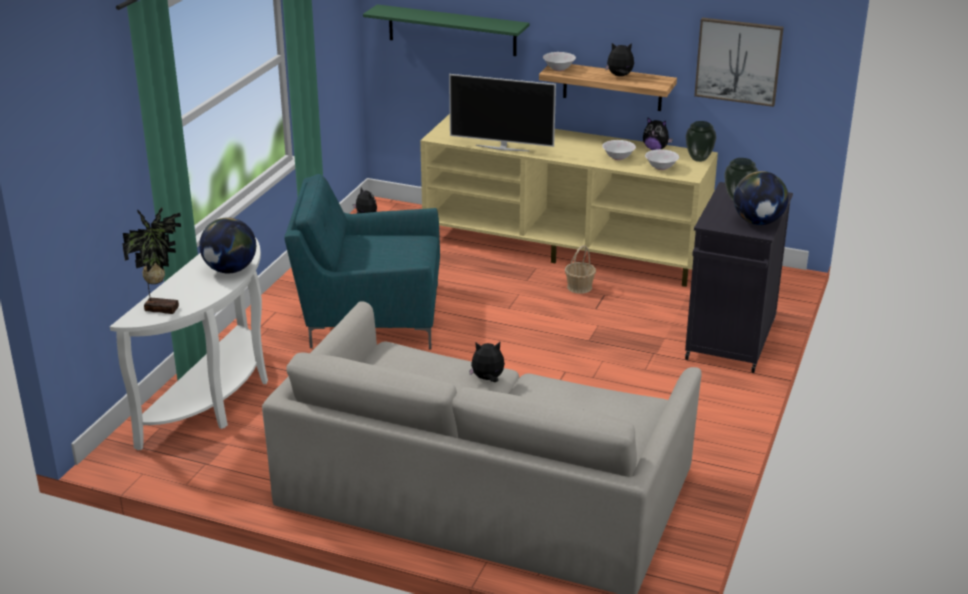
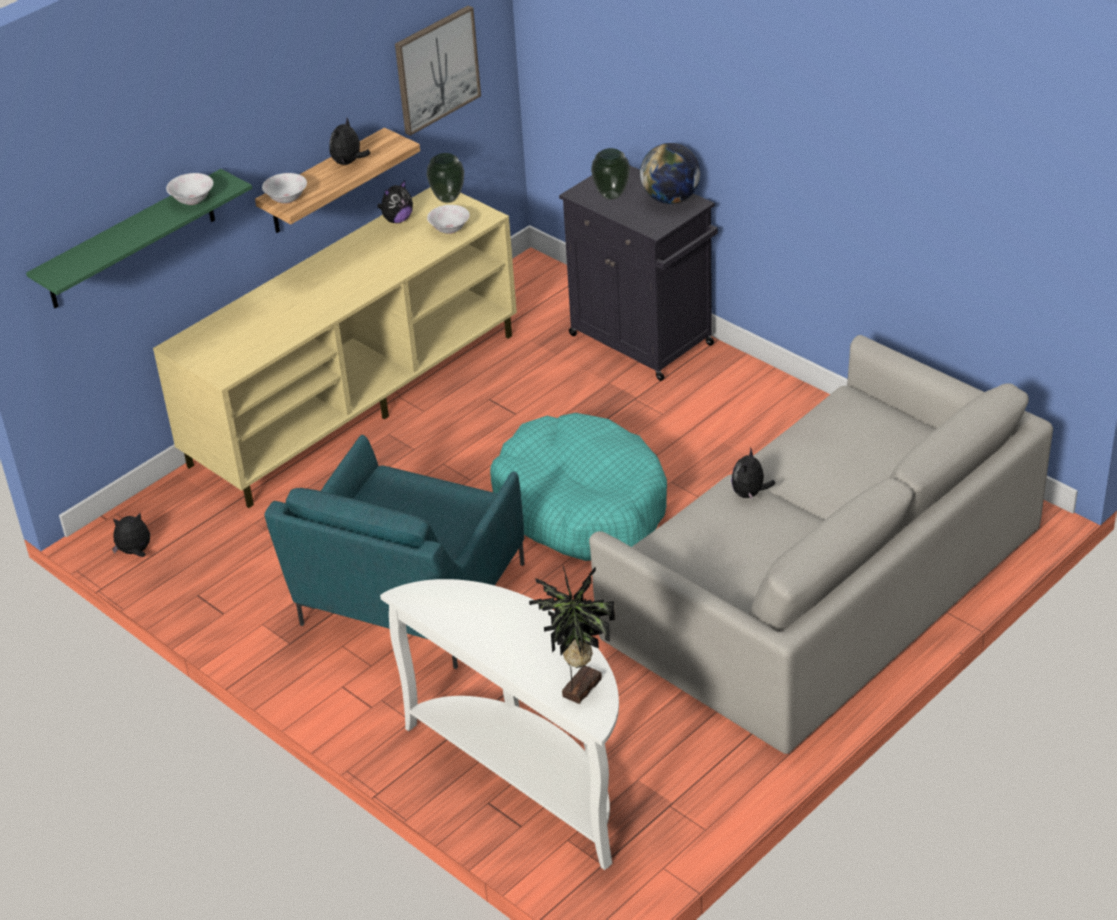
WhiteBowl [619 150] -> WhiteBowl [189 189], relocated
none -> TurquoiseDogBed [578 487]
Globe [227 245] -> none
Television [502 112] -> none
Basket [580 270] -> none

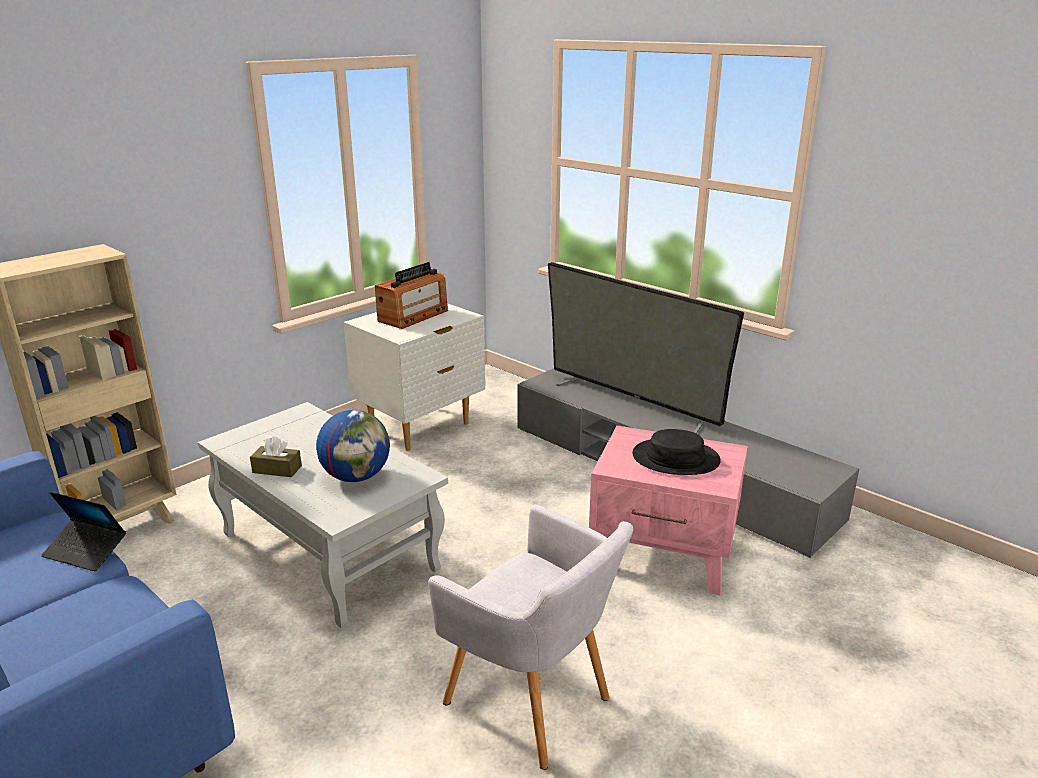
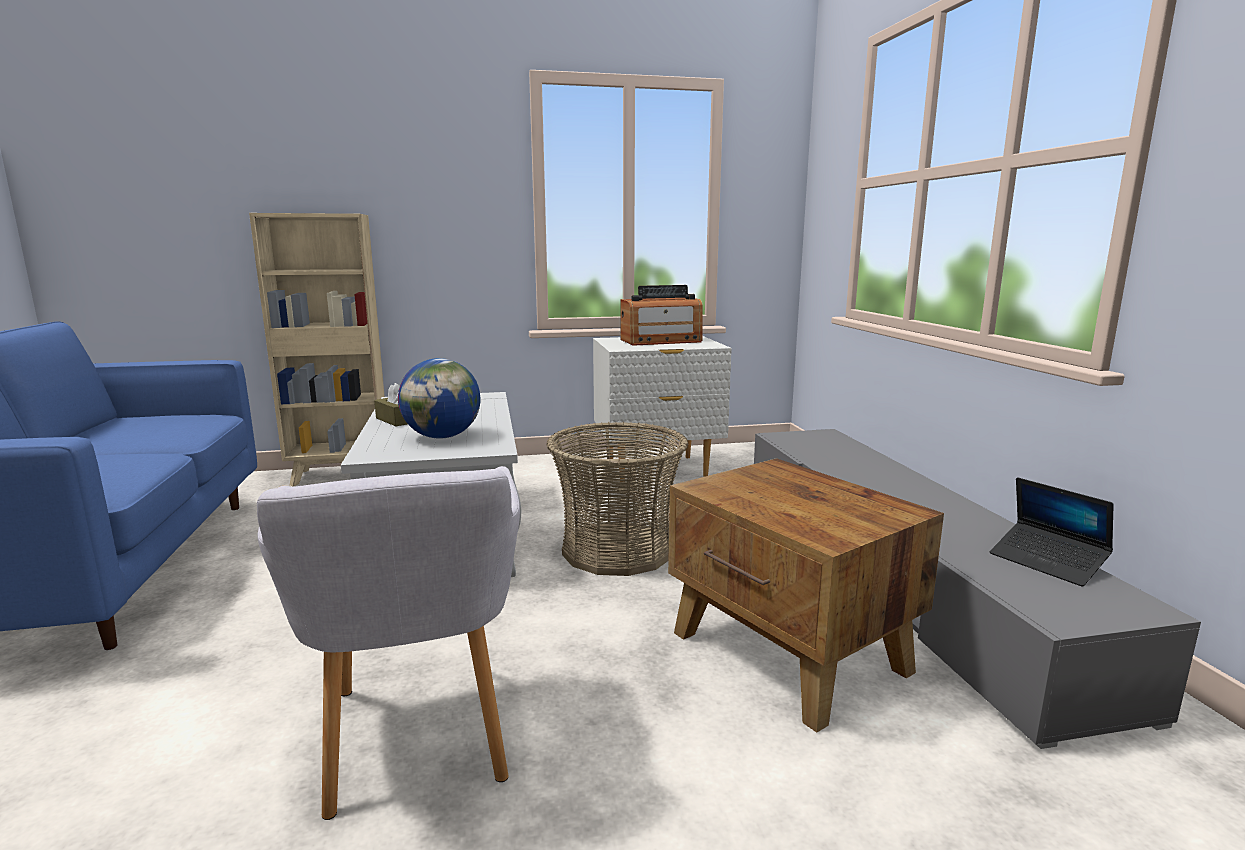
none -> Basket [617 499]
PinkSideTable [668 510] -> BrownSideTable [806 595]
Laptop [83 531] -> Laptop [1052 532], relocated
Television [646 348] -> none
BlackHat [676 452] -> none

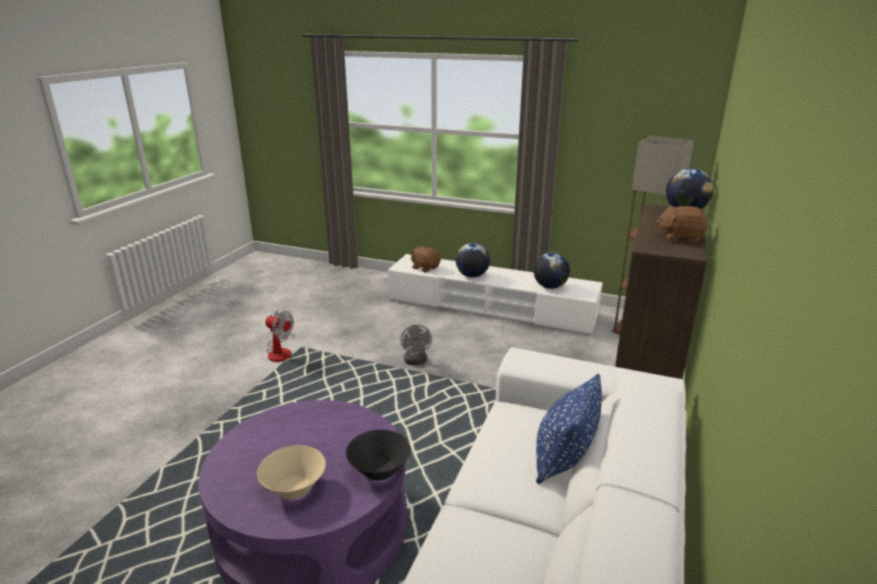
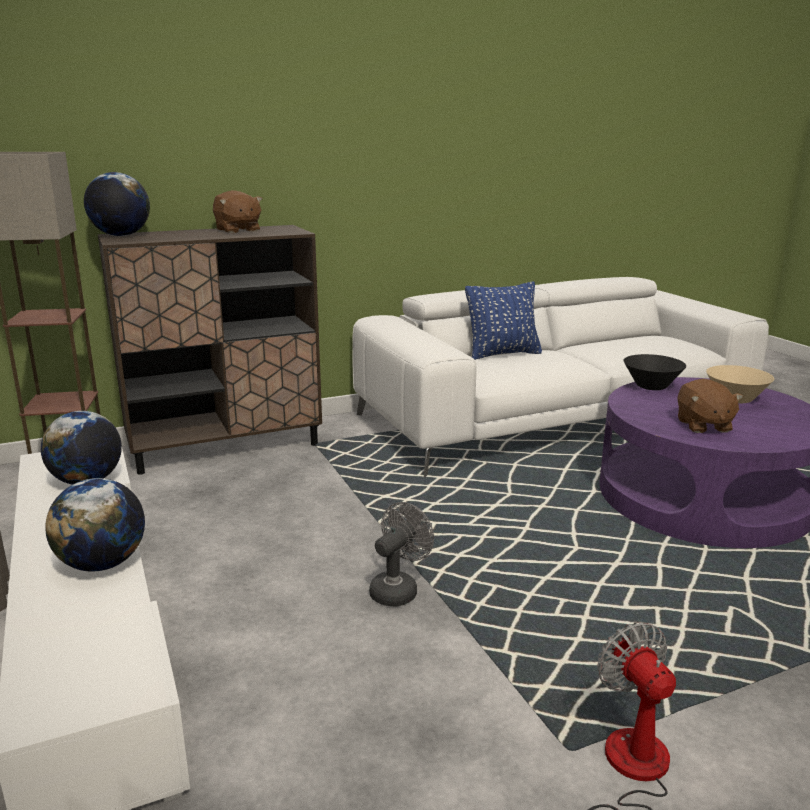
BrownPlushToy [426 259] -> BrownPlushToy [710 406], relocated

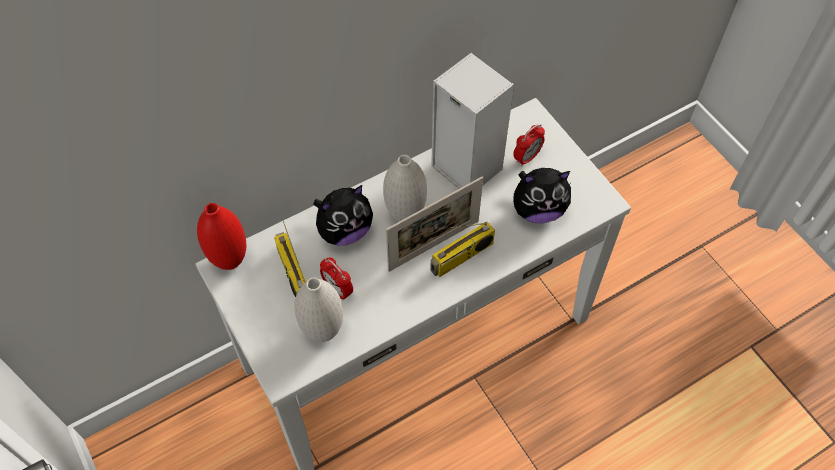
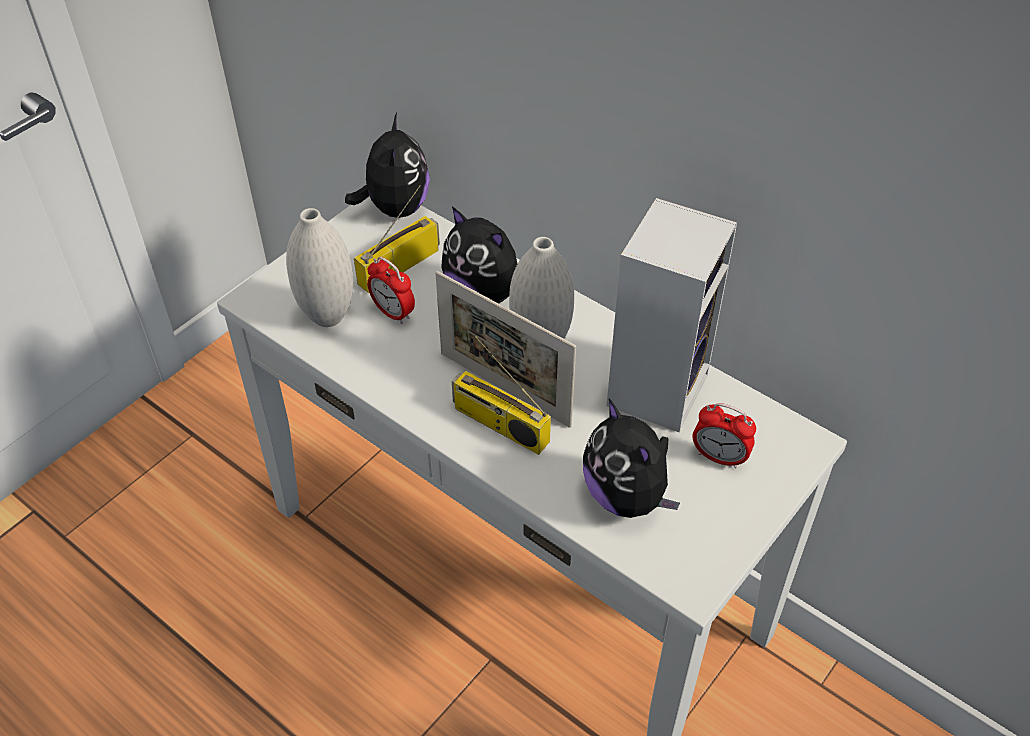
RedVase [221 236] -> PlushToy [387 165]
AlarmClock [336 279] -> AlarmClock [391 290], 75 degrees counterclockwise

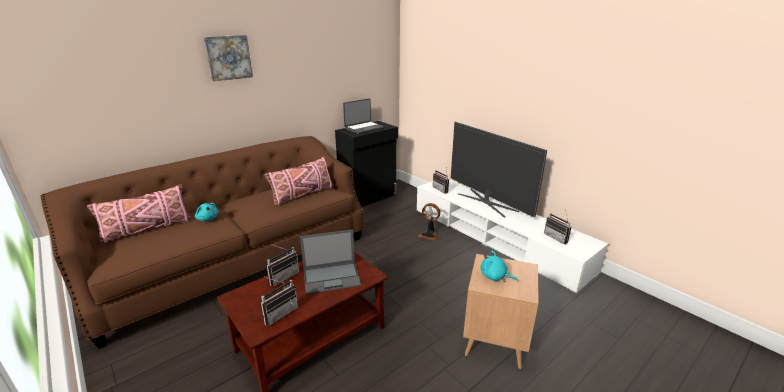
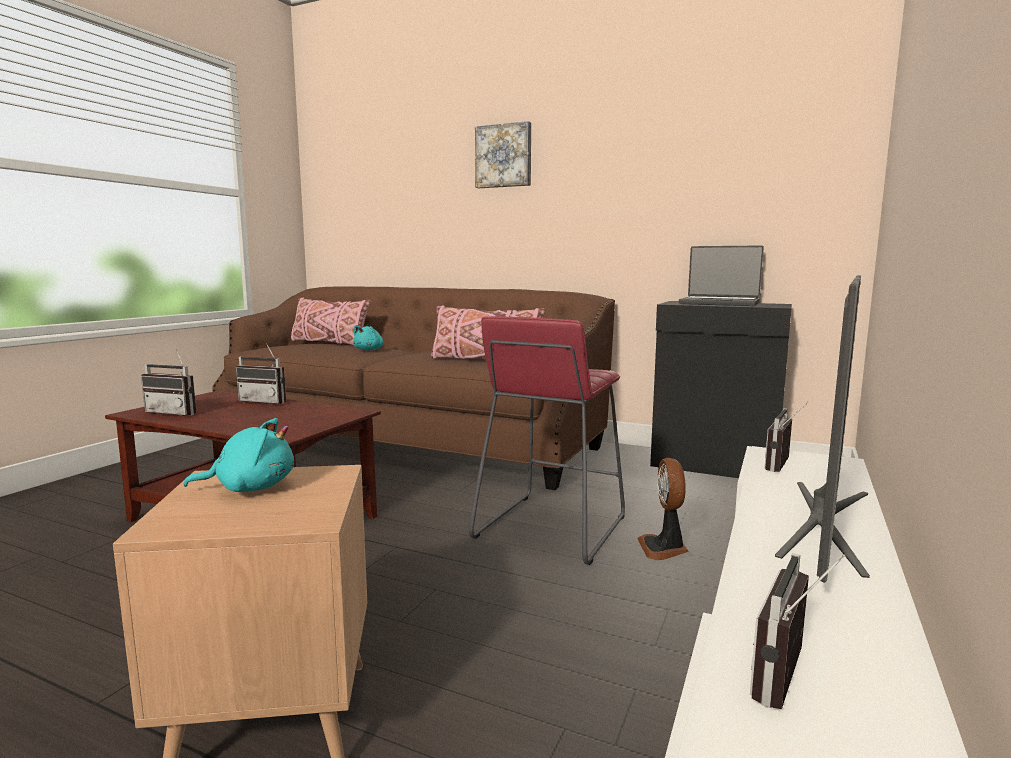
TurquoisePlushToy [499 266] -> TurquoisePlushToy [239 455], 75 degrees clockwise
none -> RedStool [547 440]
Laptop [330 262] -> none

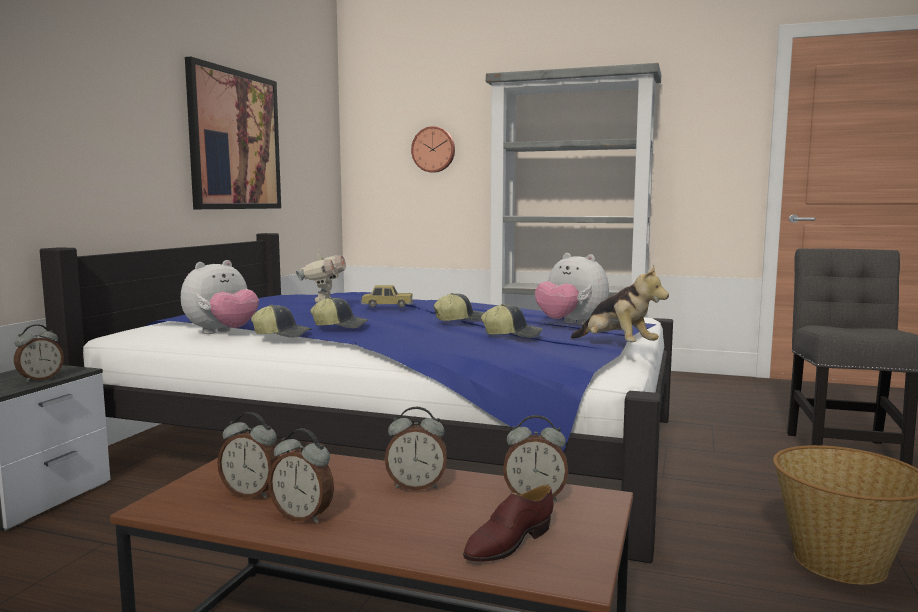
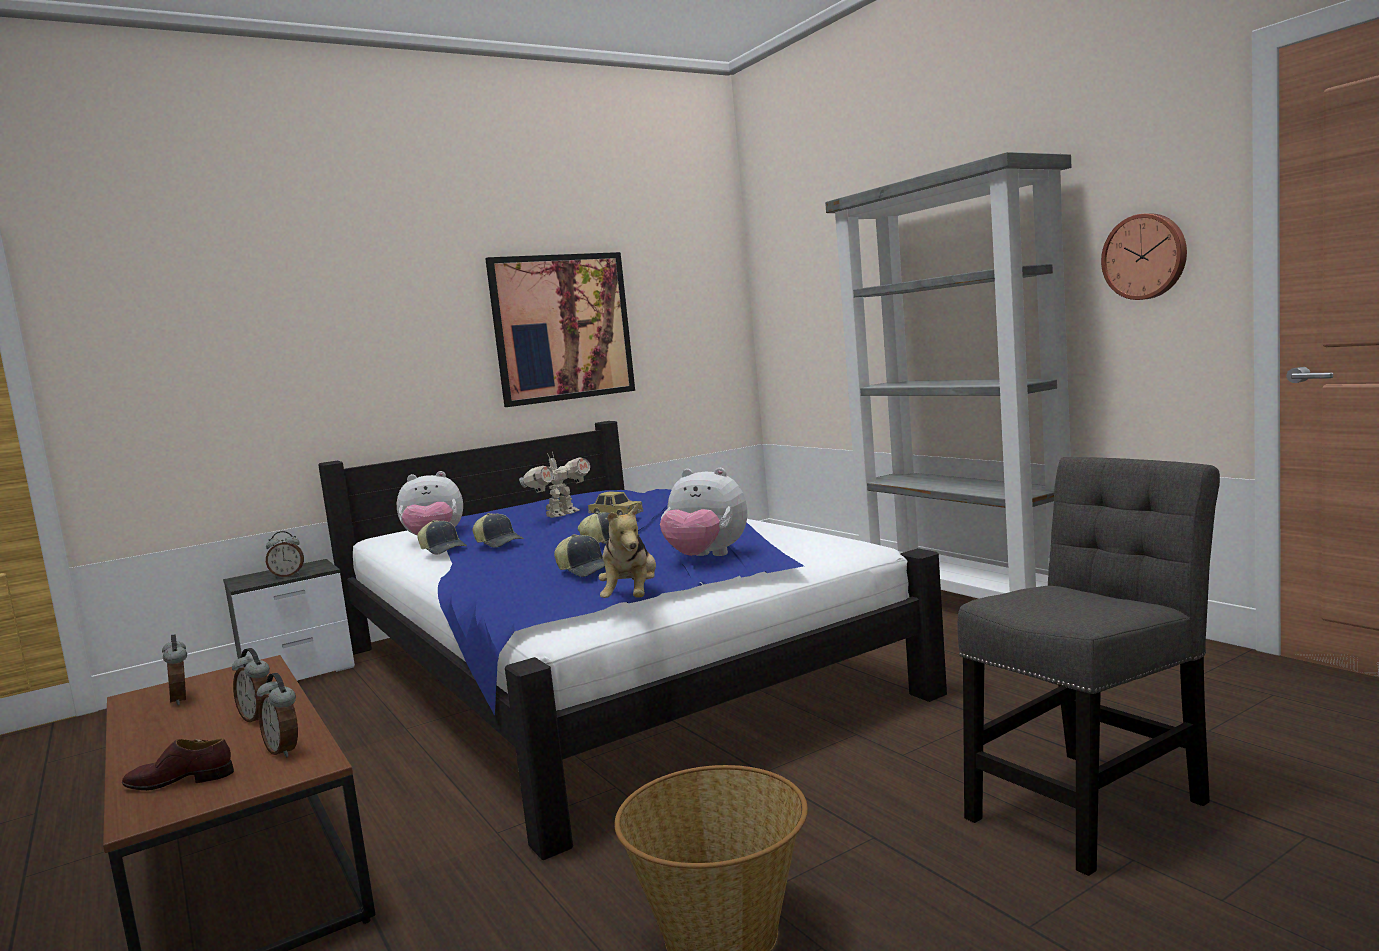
PlushToy [572 289] -> PlushToy [703 512], 60 degrees counterclockwise
WallClock [433 149] -> WallClock [1144 256], relocated
AlarmClock [301 476] -> none

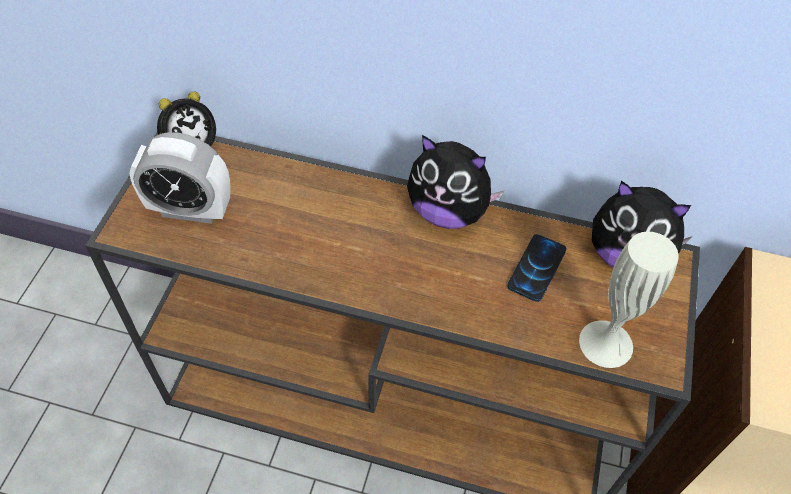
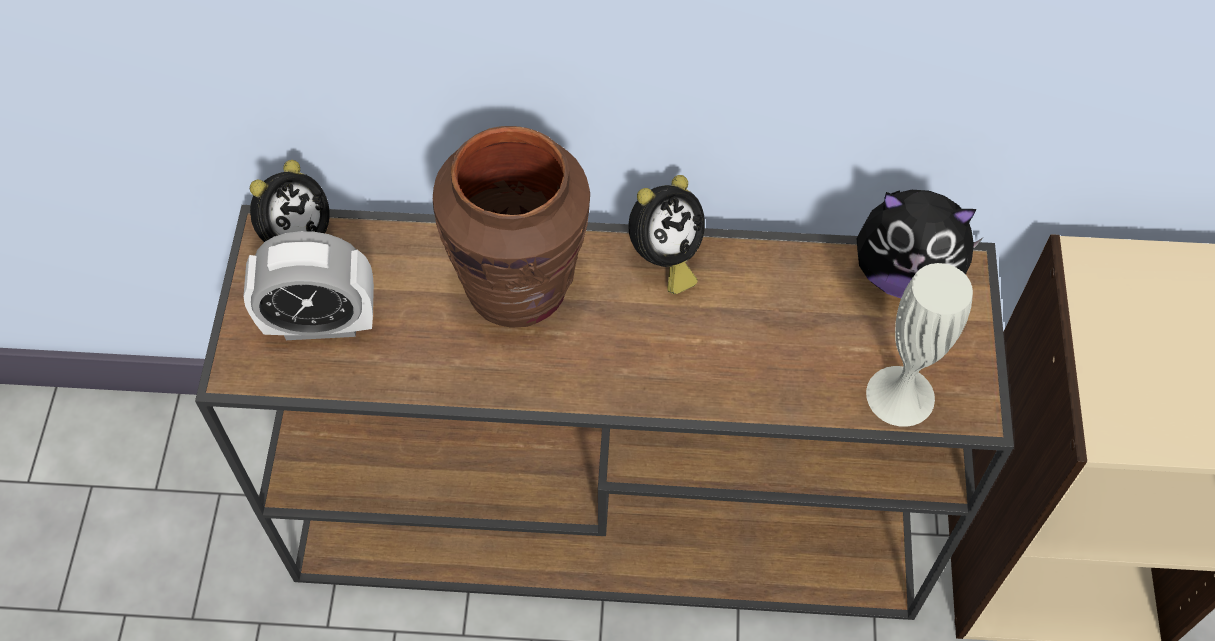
none -> BrownVase [511 227]
PlushToy [456 182] -> AlarmClock [666 234]
Phone [537 268] -> none

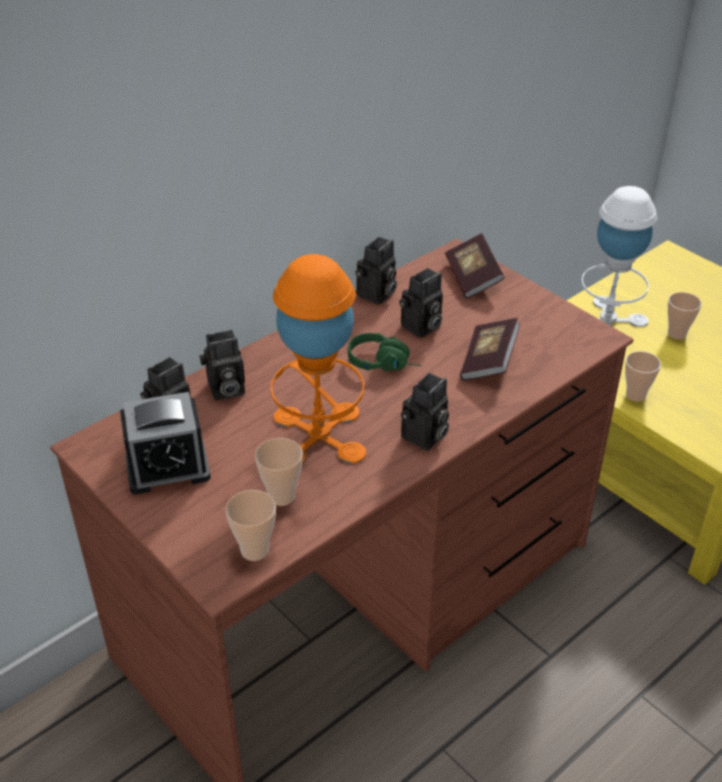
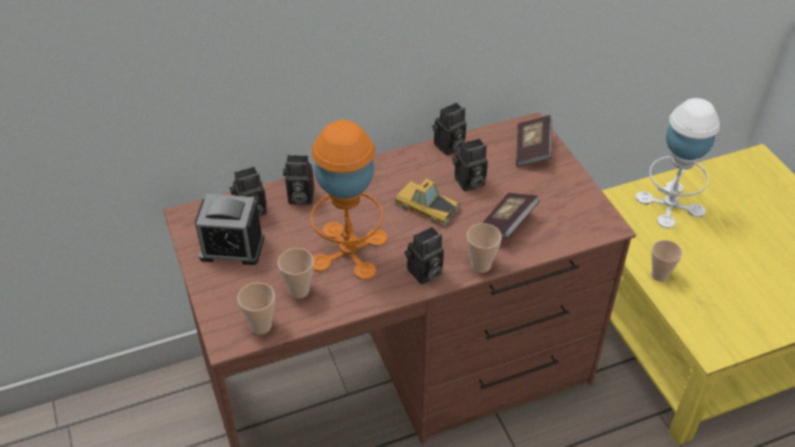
GreenHeadphones [385 352] -> ToyCar [427 202]
Cup [685 316] -> Cup [484 248], relocated

